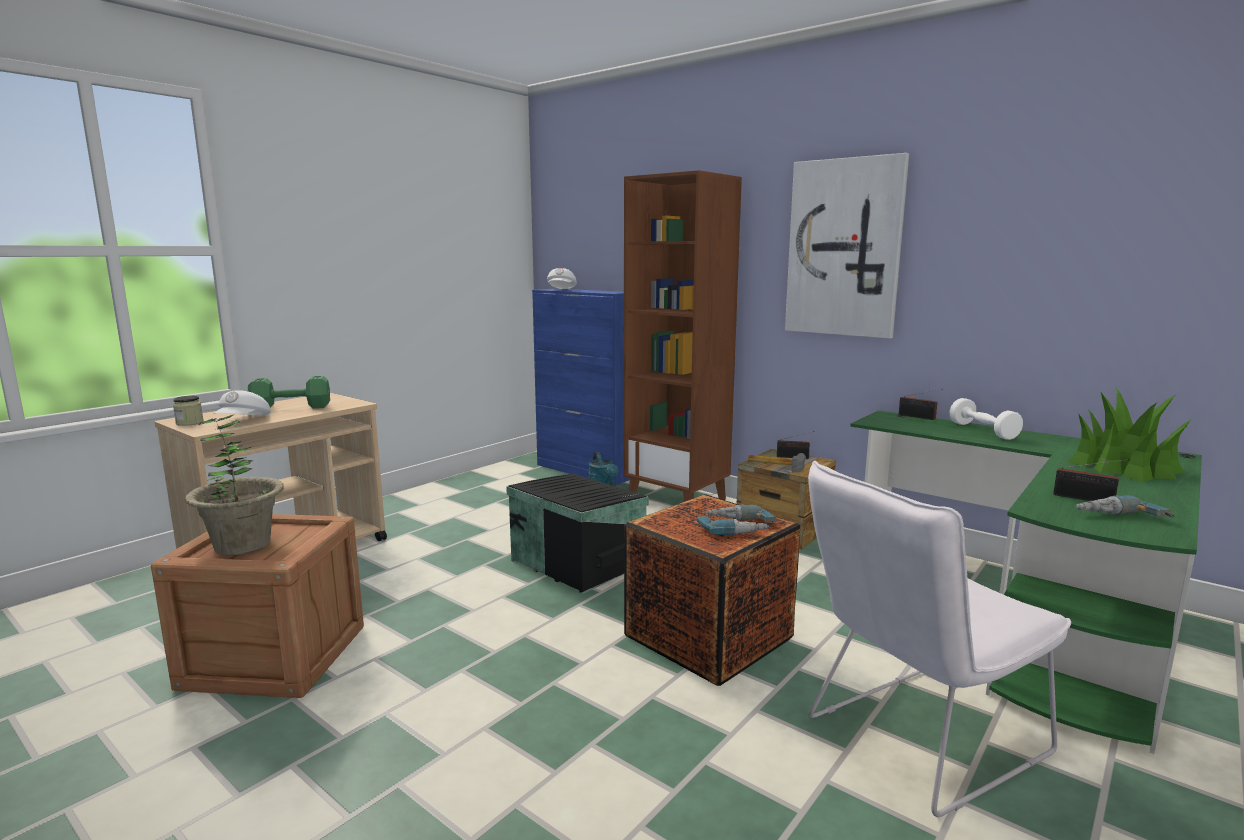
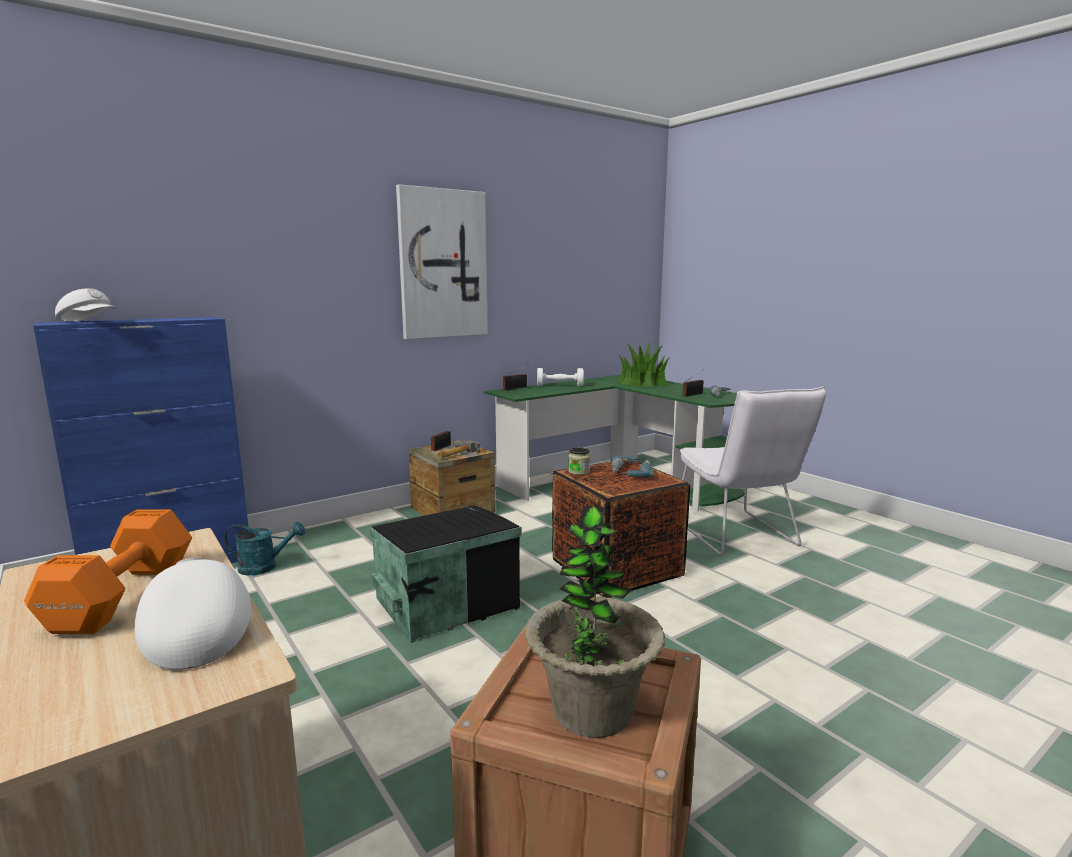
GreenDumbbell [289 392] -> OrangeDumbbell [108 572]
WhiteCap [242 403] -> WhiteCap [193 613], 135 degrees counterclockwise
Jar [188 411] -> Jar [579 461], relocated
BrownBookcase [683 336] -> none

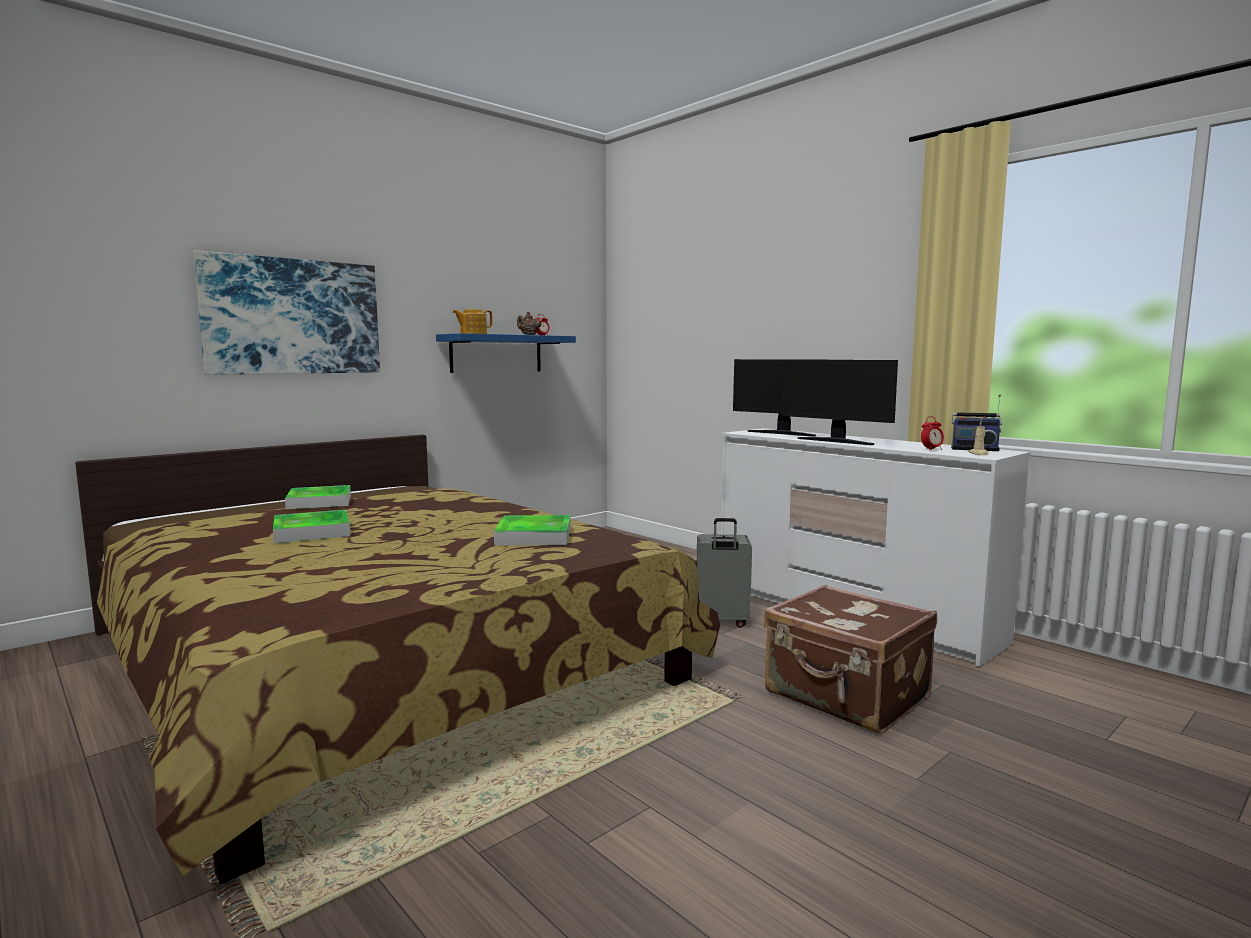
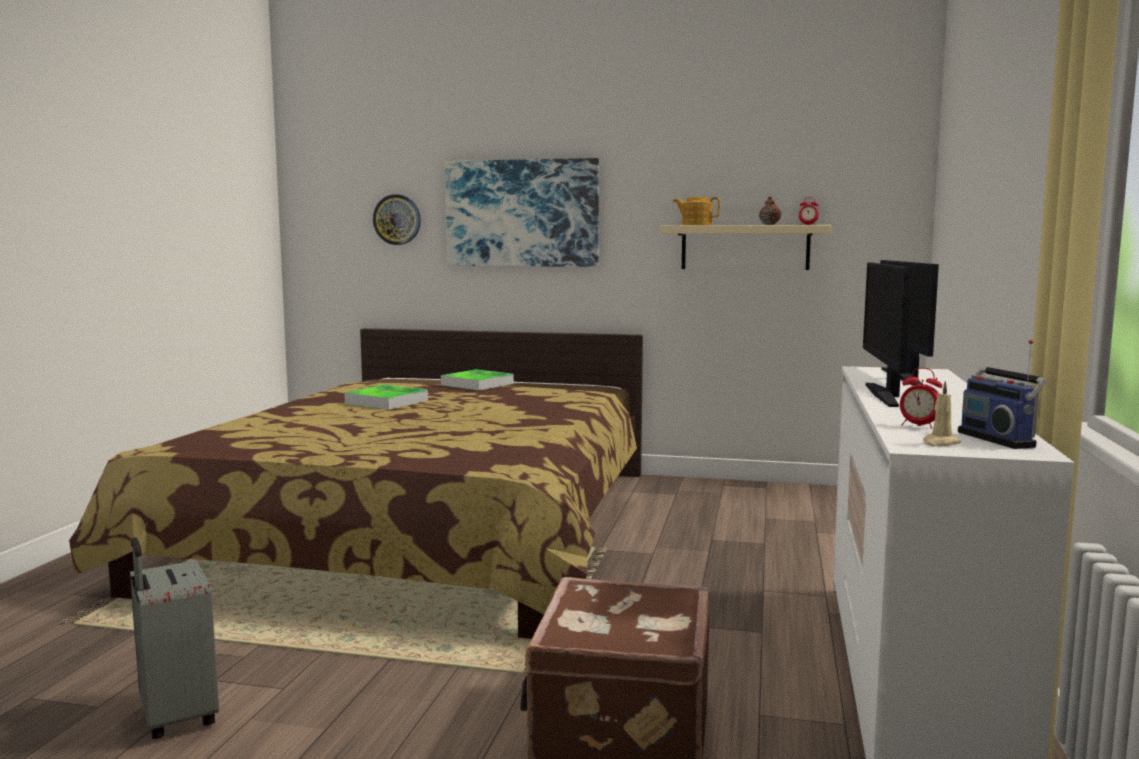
GreySuitcase [724 573] -> GreySuitcase [174 638], relocated
none -> WallClock [397 219]
BlueShelf [506 353] -> BeigeShelf [745 247]
Tray [532 530] -> none

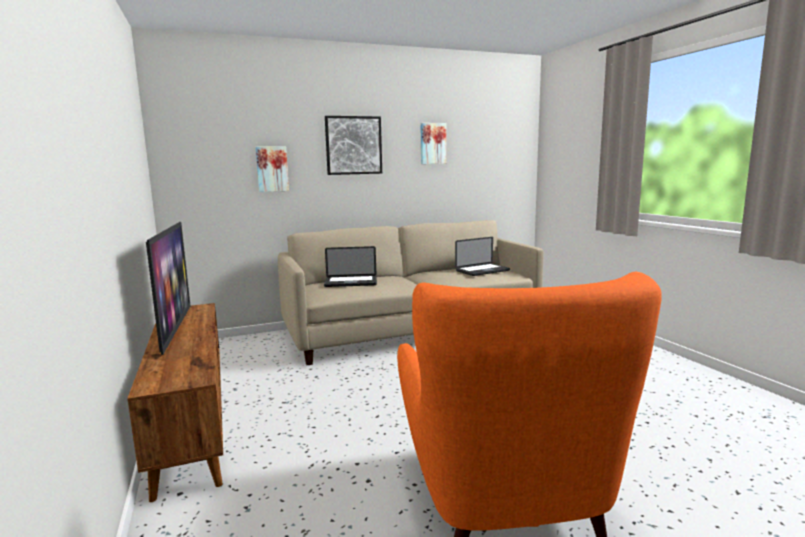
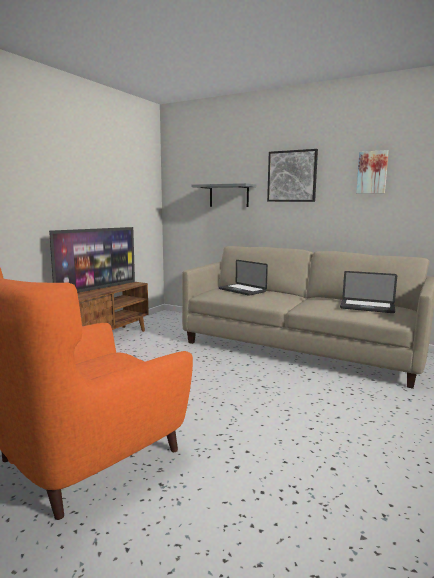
Picture [272 169] -> GreyShelf [223 195]

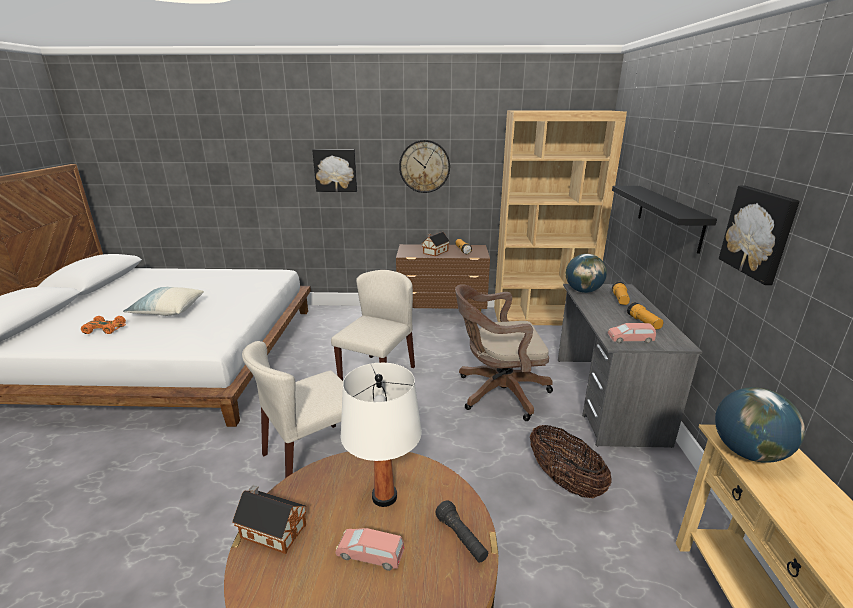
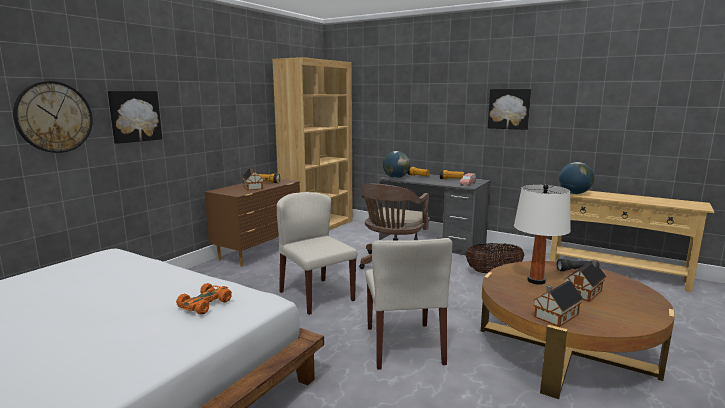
WallClock [424 166] -> WallClock [53 117], relocated
OrangeToyCar [103 325] -> OrangeToyCar [204 299], relocated
PinkToyCar [370 549] -> ToyHouse [585 281]
Pillow [163 301] -> none
BlackShelf [664 220] -> none

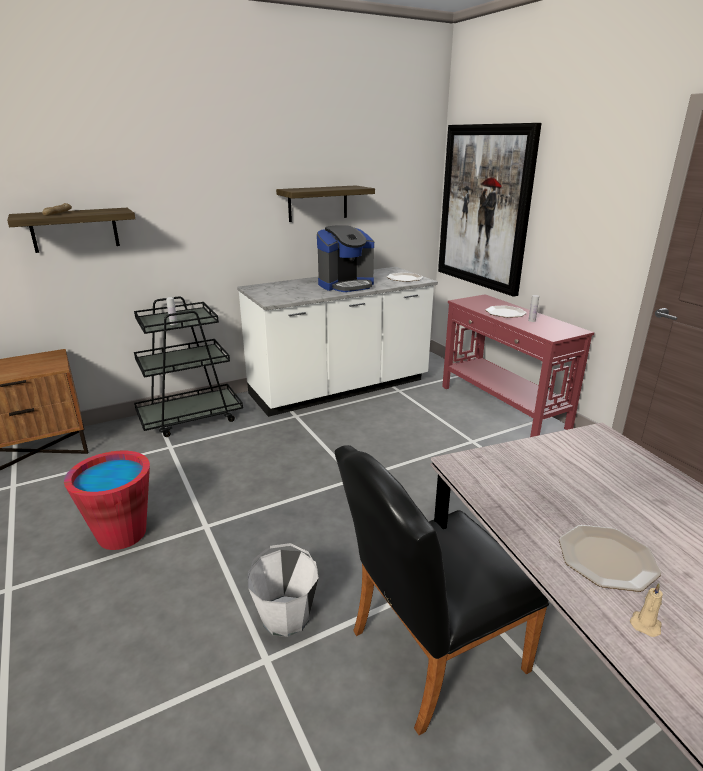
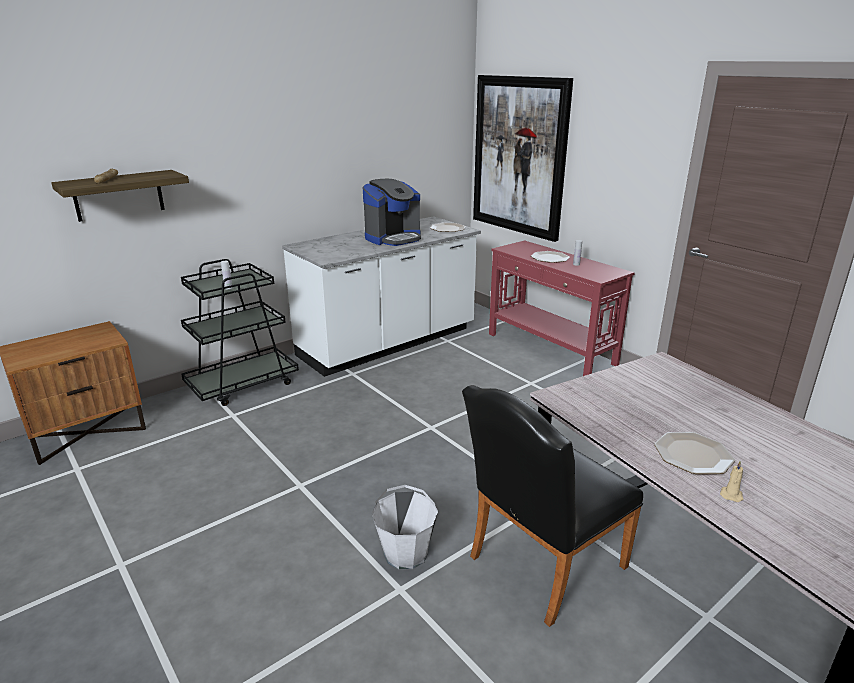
RedBucket [107 500] -> none
Shelf [325 204] -> none

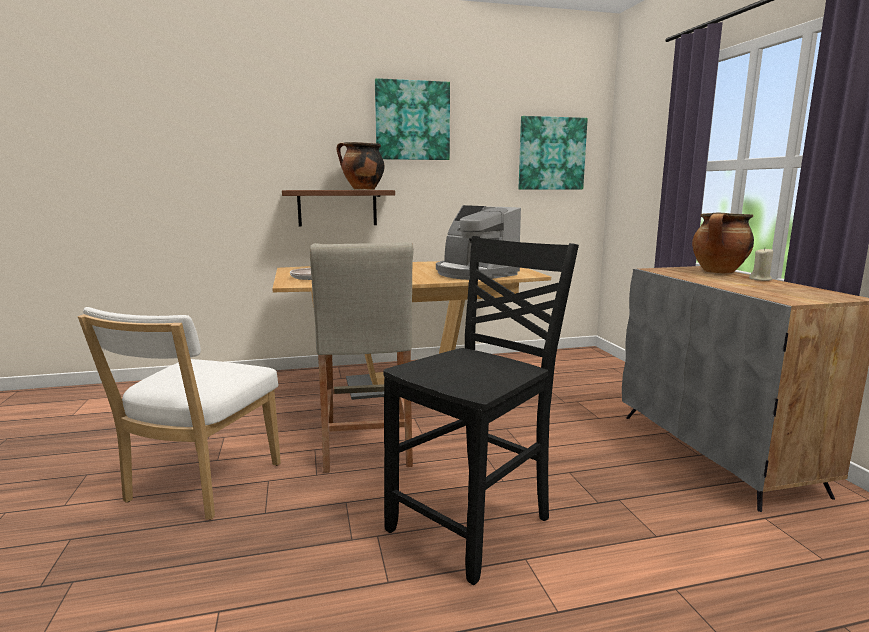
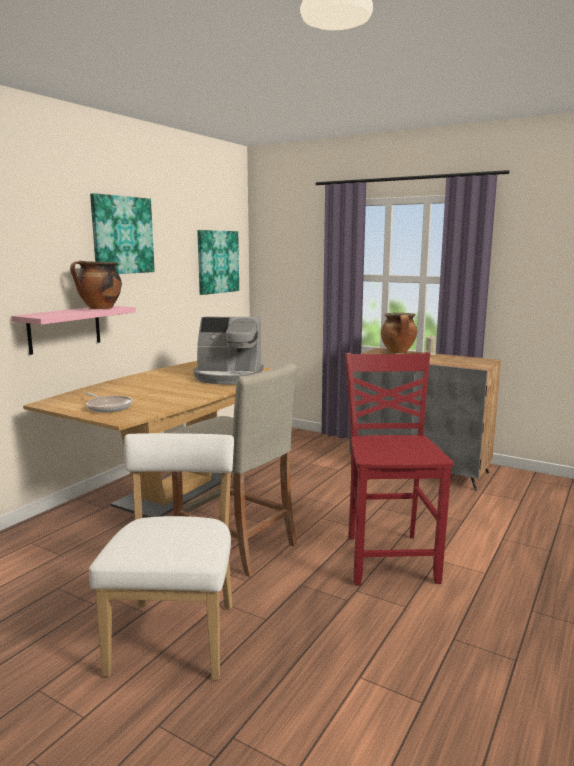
BrownShelf [338 208] -> PinkShelf [73 330]
WhiteChair [179 413] -> WhiteChair [161 556], 150 degrees counterclockwise
BlackChair [481 410] -> RedChair [399 468]

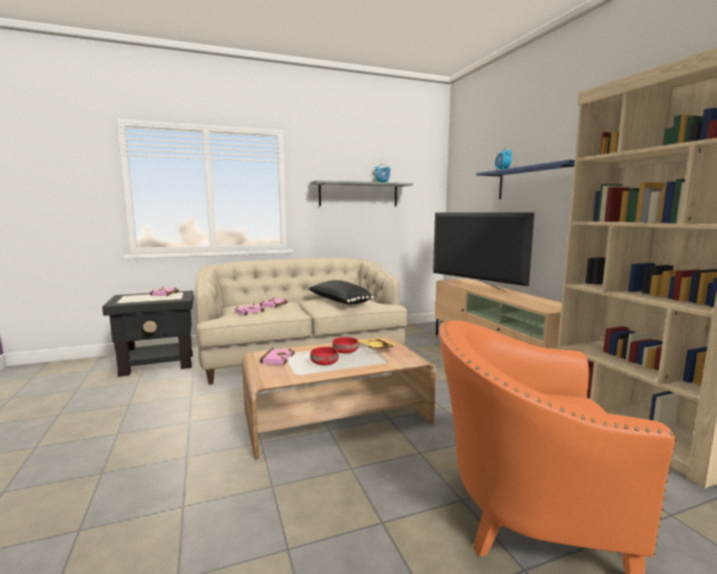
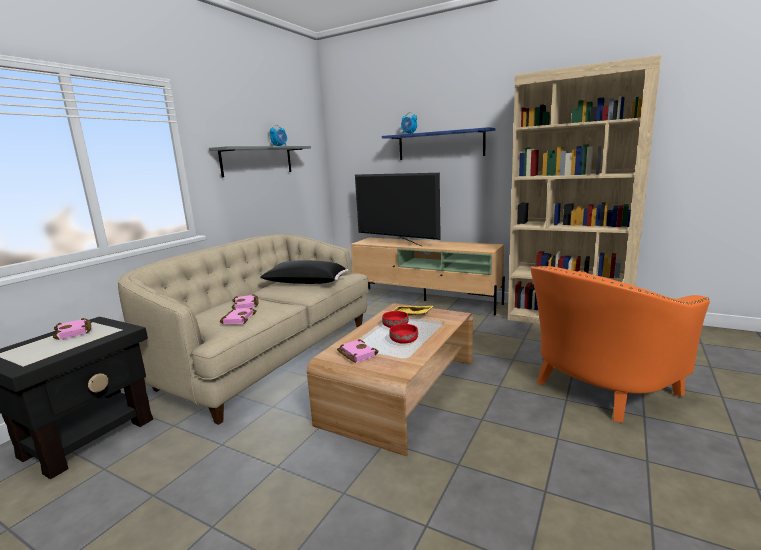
Television [484 252] -> Television [398 210], 150 degrees counterclockwise

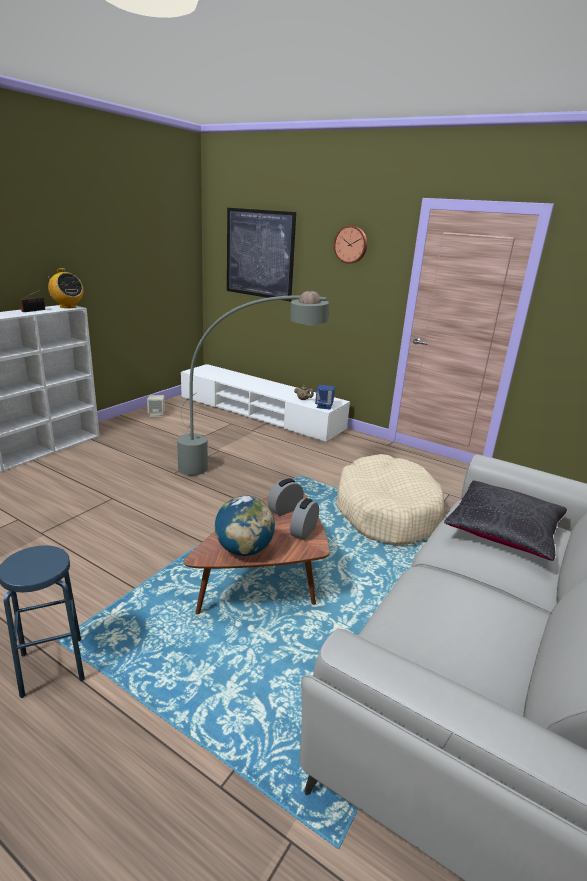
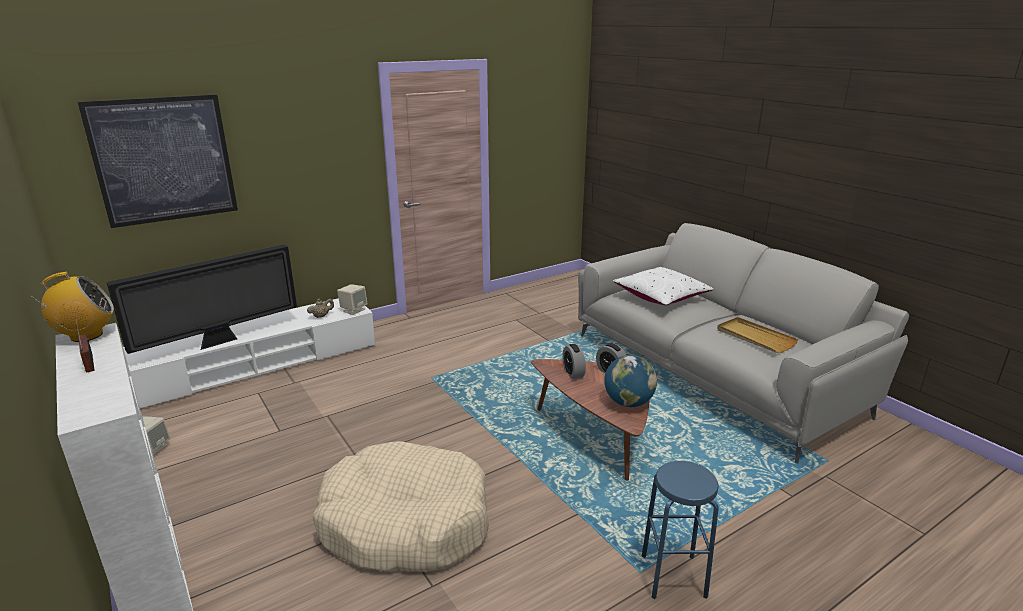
none -> Television [201 299]
BeigeDogBed [390 500] -> BeigeDogBed [401 506], relocated
BlueSpeaker [325 397] -> BeigeSpeaker [352 299]
BlackPillow [505 520] -> WhitePillow [663 286]
none -> BeigeTray [758 335]
GreyFloorLamp [253 383] -> none
WallClock [350 245] -> none

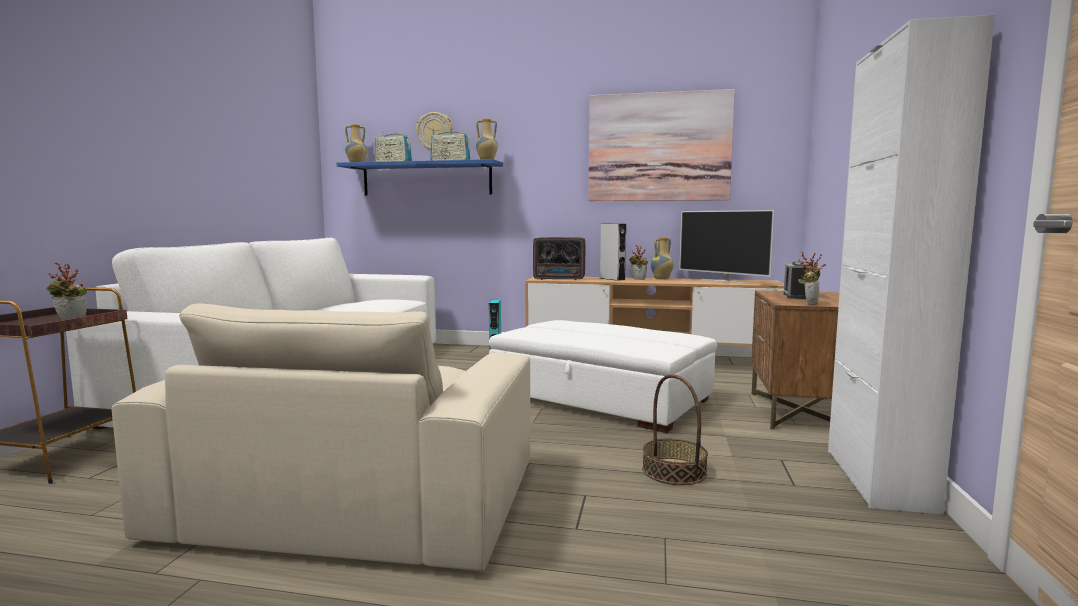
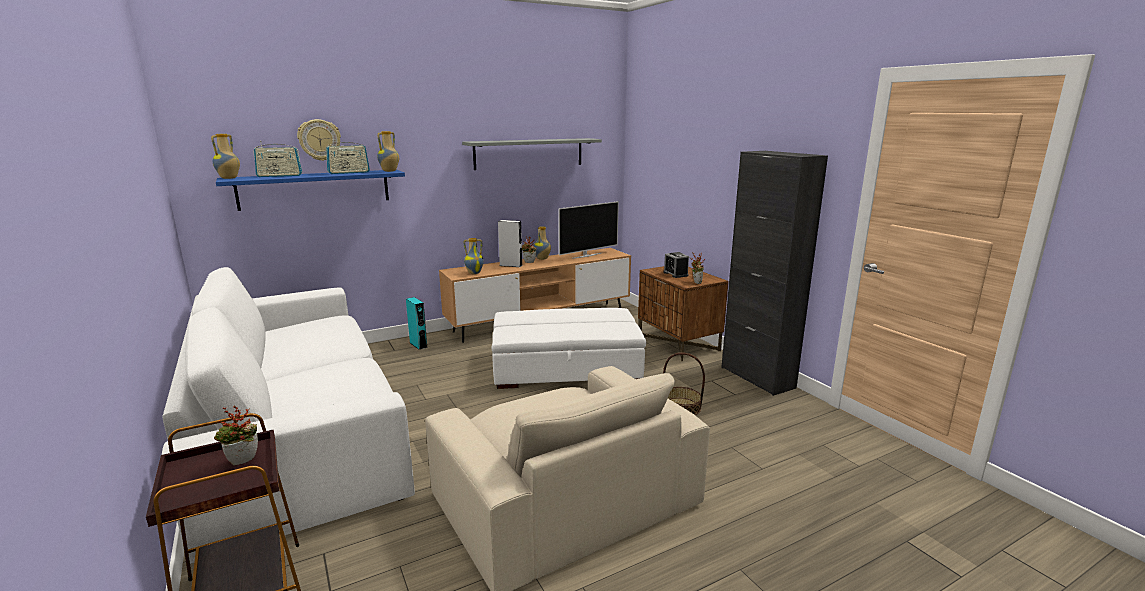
Picture [661 145] -> GreyShelf [532 154]
Radio [559 258] -> Vase [474 256]
Television [727 247] -> Television [588 230], 45 degrees counterclockwise
WhiteCabinet [911 264] -> BlackCabinet [774 273]

